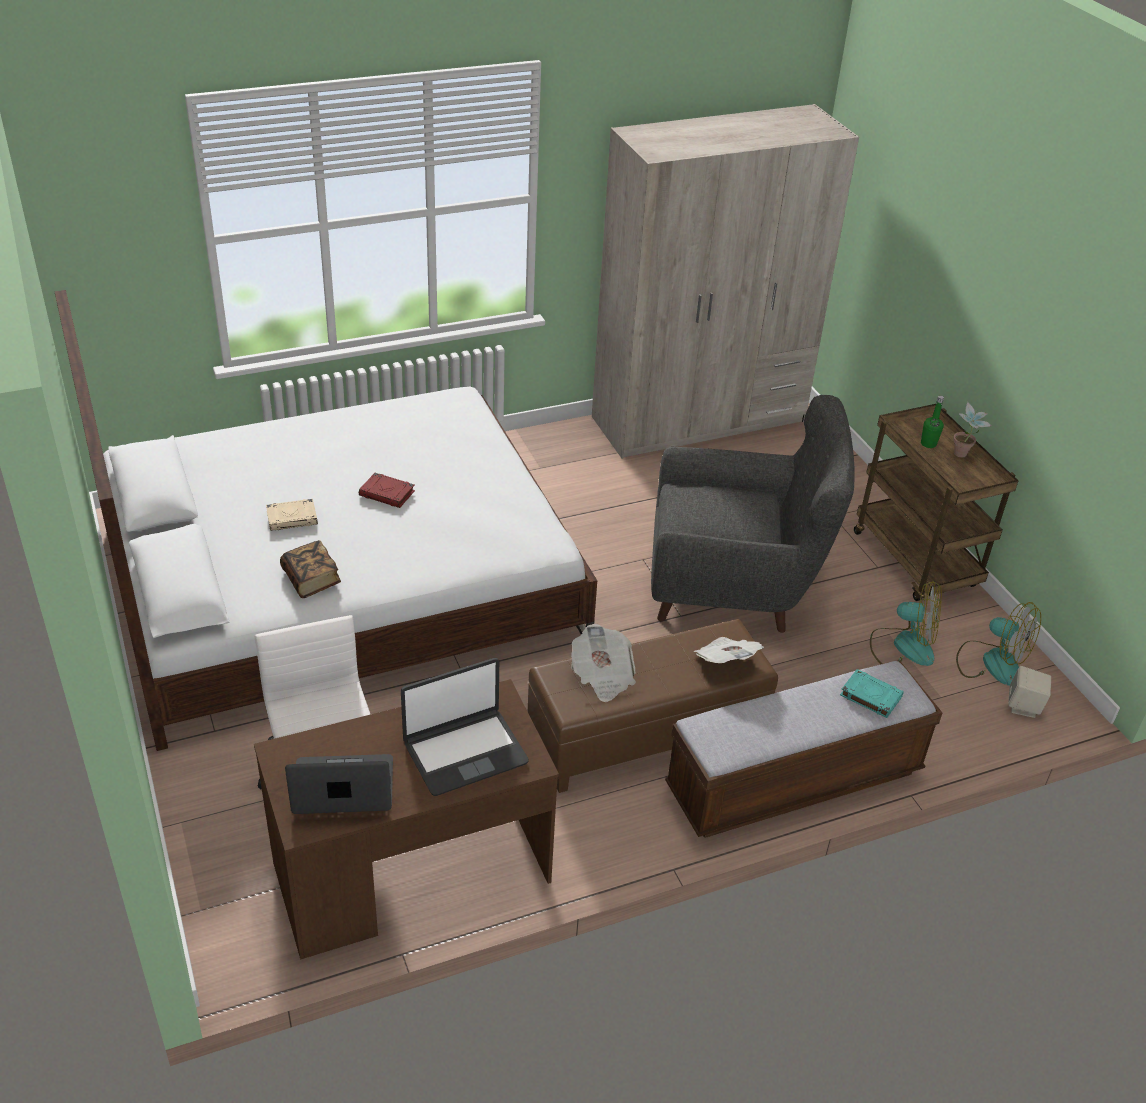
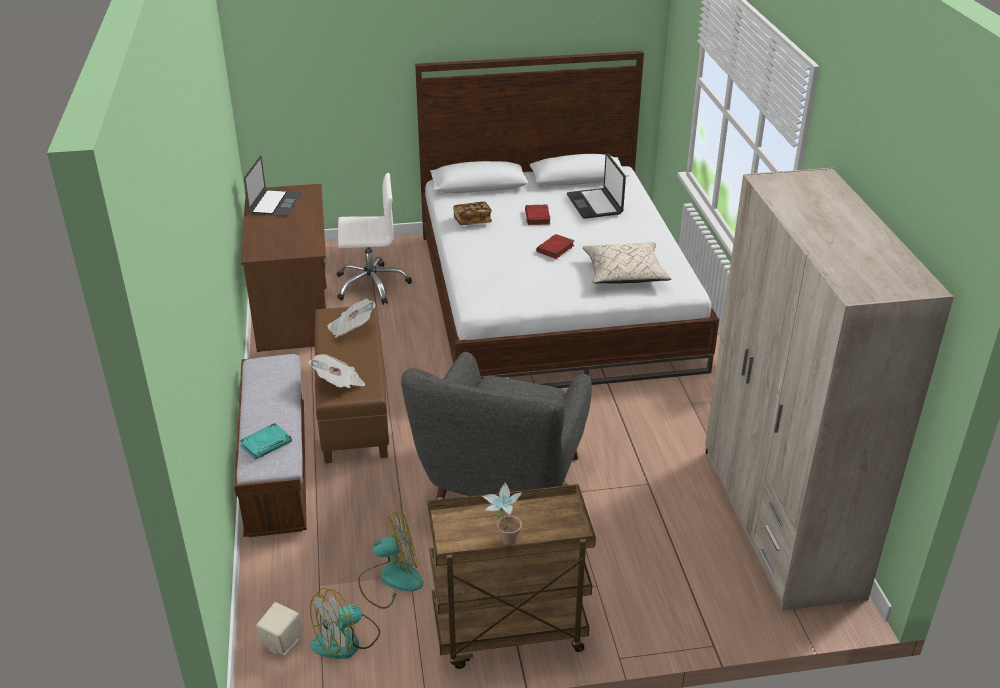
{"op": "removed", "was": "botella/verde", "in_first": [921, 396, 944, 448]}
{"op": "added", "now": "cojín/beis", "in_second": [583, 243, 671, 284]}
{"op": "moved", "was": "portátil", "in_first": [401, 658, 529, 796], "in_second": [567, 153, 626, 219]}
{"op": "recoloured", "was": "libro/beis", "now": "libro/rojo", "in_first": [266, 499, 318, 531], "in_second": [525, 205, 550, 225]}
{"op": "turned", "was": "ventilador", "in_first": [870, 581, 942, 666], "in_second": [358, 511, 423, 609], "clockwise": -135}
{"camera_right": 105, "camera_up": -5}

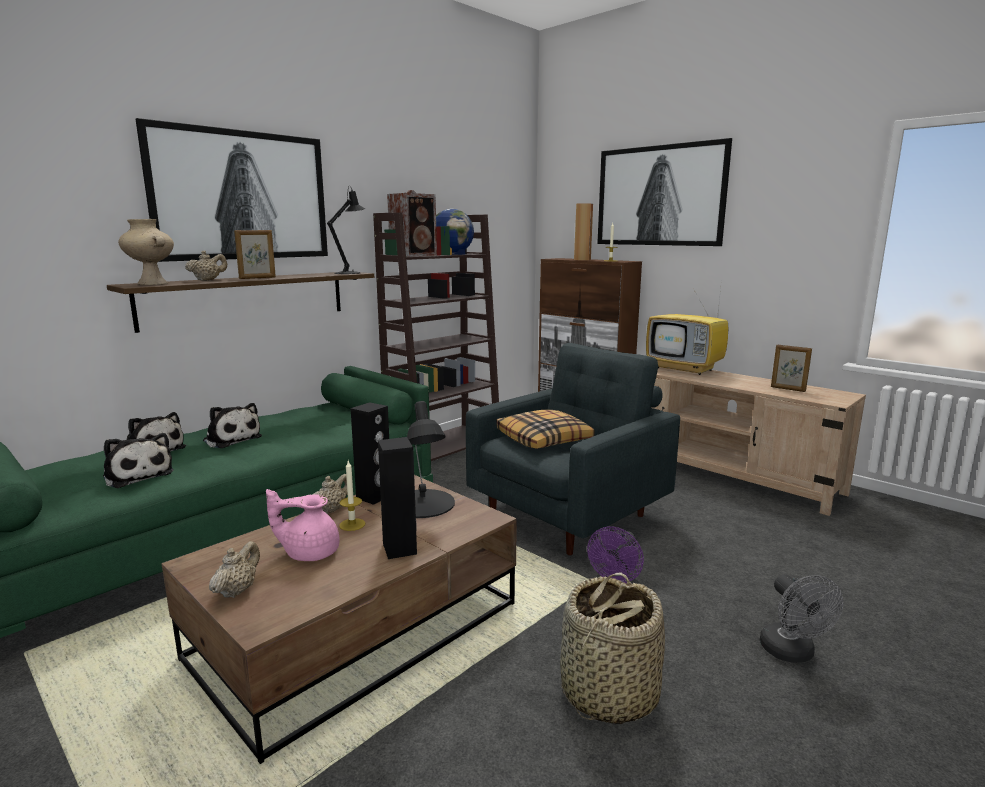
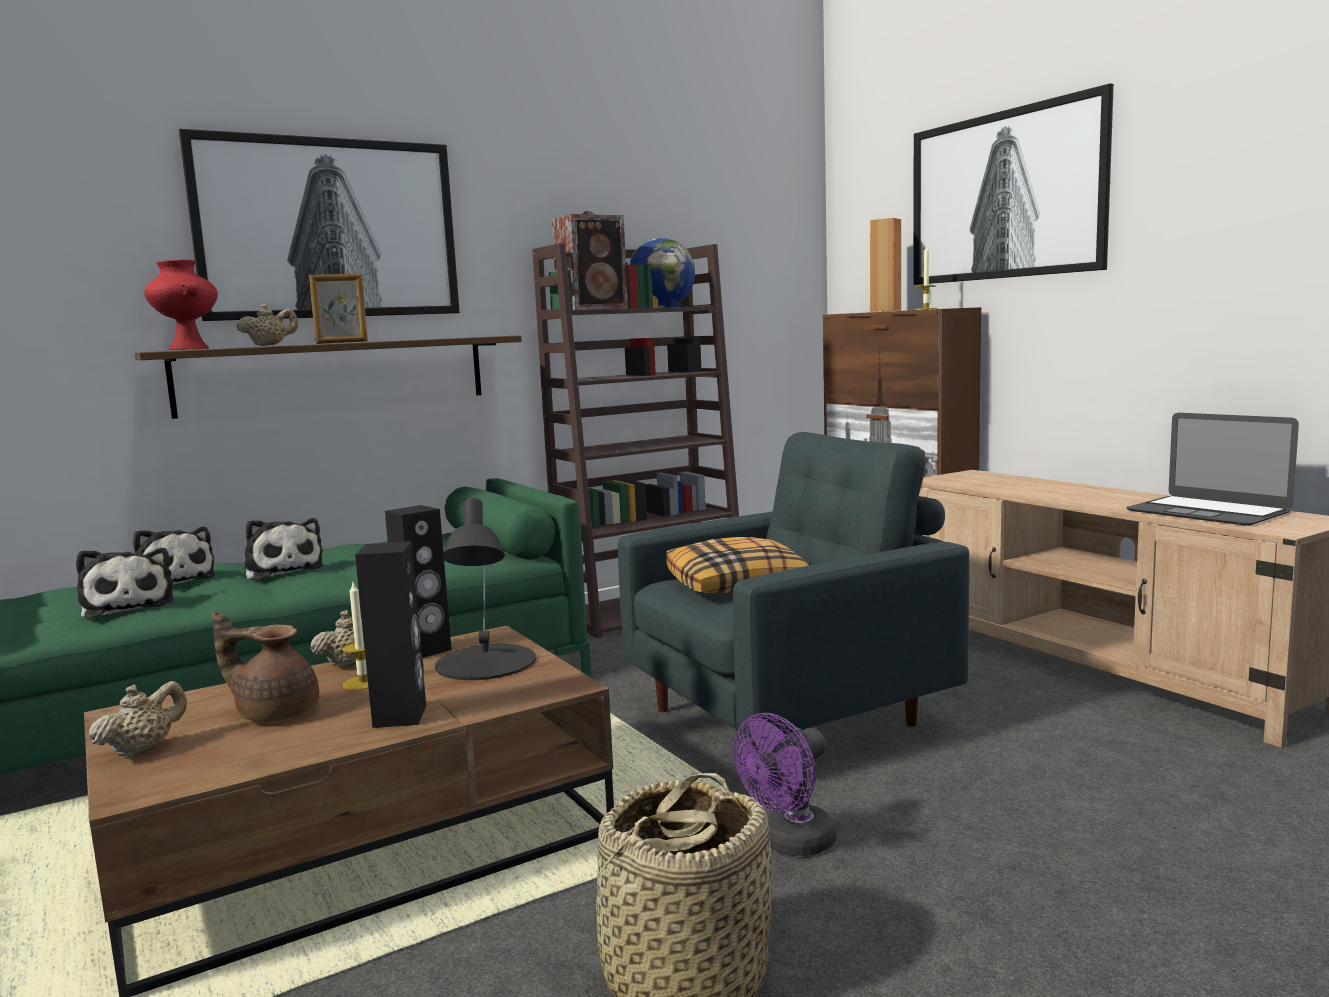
{"op": "removed", "was": "lámpara de mesa/negro", "in_first": [327, 186, 365, 274]}
{"op": "removed", "was": "televisor", "in_first": [646, 288, 728, 375]}
{"op": "removed", "was": "ventilador/gris", "in_first": [760, 574, 843, 663]}
{"op": "replaced", "was": "portarretratos", "now": "portátil", "in_first": [771, 345, 812, 392], "in_second": [1126, 413, 1299, 526]}
{"op": "recoloured", "was": "florero/beis", "now": "florero/rojo", "in_first": [118, 219, 174, 285], "in_second": [144, 260, 218, 350]}
{"op": "recoloured", "was": "tetera/rosa", "now": "tetera/marrón", "in_first": [266, 489, 340, 561], "in_second": [212, 611, 319, 722]}
{"camera_right": 15, "camera_up": -5}

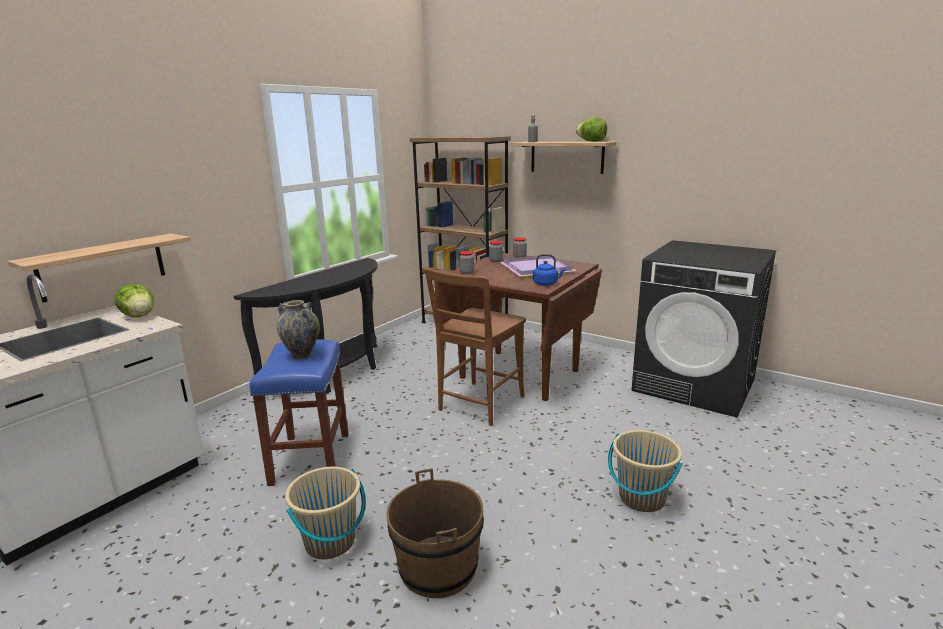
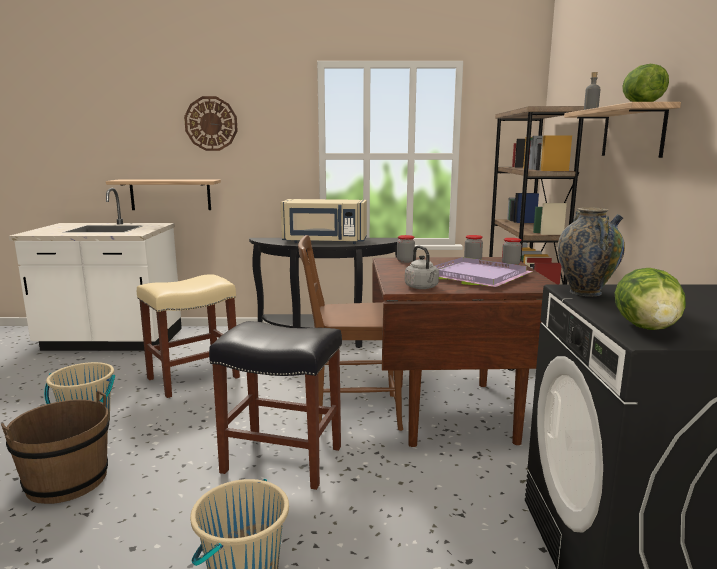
{"op": "added", "now": "reloj de pared", "in_second": [184, 96, 238, 151]}
{"op": "added", "now": "taburete/negro", "in_second": [209, 321, 342, 490]}
{"op": "added", "now": "microondas/beis", "in_second": [281, 199, 367, 244]}
{"op": "moved", "was": "lechuga", "in_first": [115, 284, 154, 317], "in_second": [615, 268, 686, 330]}
{"op": "moved", "was": "florero", "in_first": [277, 300, 320, 359], "in_second": [557, 207, 625, 296]}
{"op": "recoloured", "was": "taburete/azul", "now": "taburete/beis", "in_first": [250, 339, 348, 486], "in_second": [137, 274, 240, 398]}
{"op": "recoloured", "was": "hervidor/azul", "now": "hervidor/gris", "in_first": [533, 254, 566, 286], "in_second": [405, 245, 439, 289]}
{"camera_right": 55, "camera_up": -5}

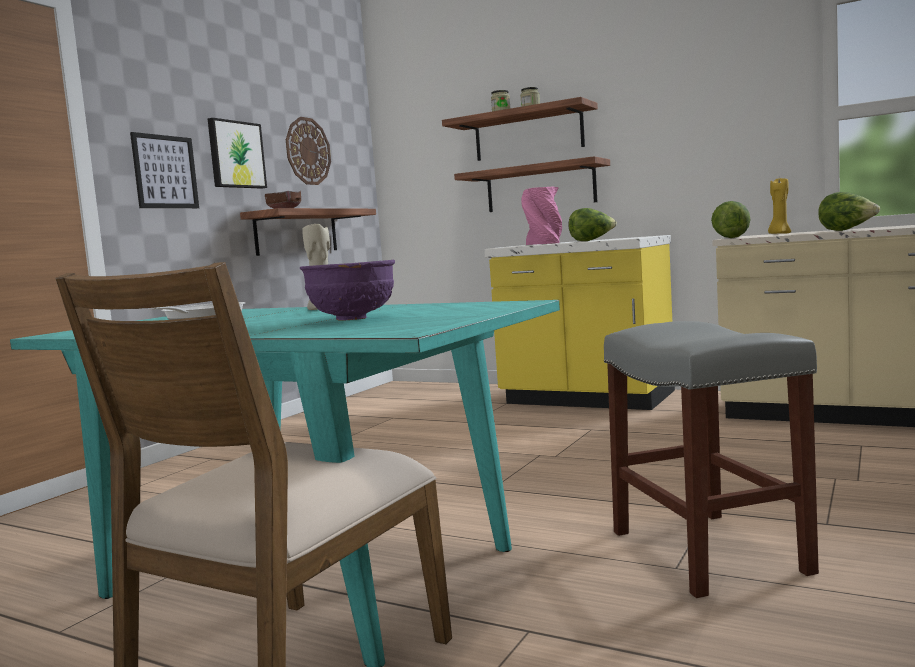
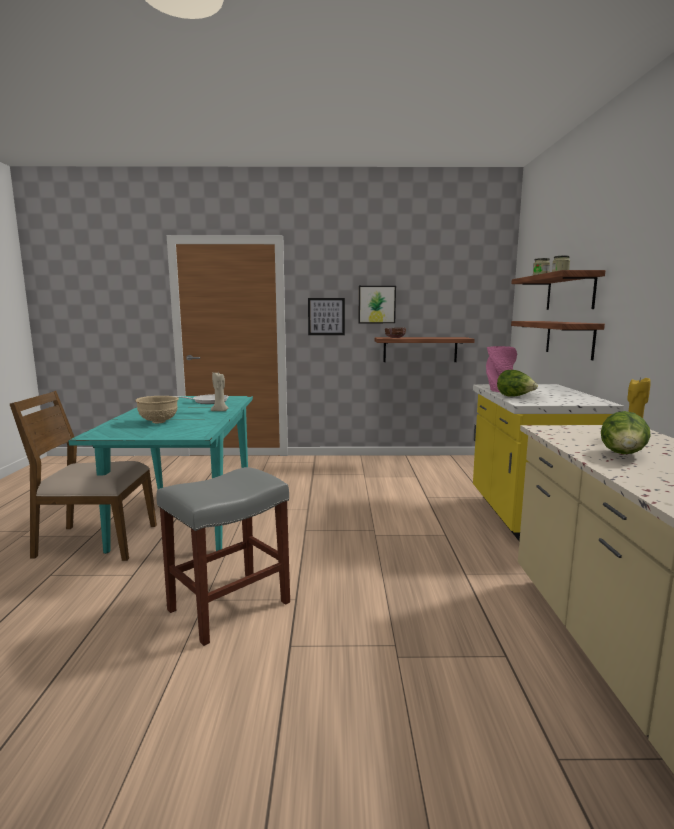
{"op": "removed", "was": "reloj de pared", "in_first": [286, 117, 331, 185]}
{"op": "removed", "was": "lechuga", "in_first": [711, 201, 751, 238]}
{"op": "recoloured", "was": "cuenco/morado", "now": "cuenco/beis", "in_first": [300, 259, 395, 321], "in_second": [135, 396, 179, 424]}
{"camera_right": 60, "camera_up": 5}

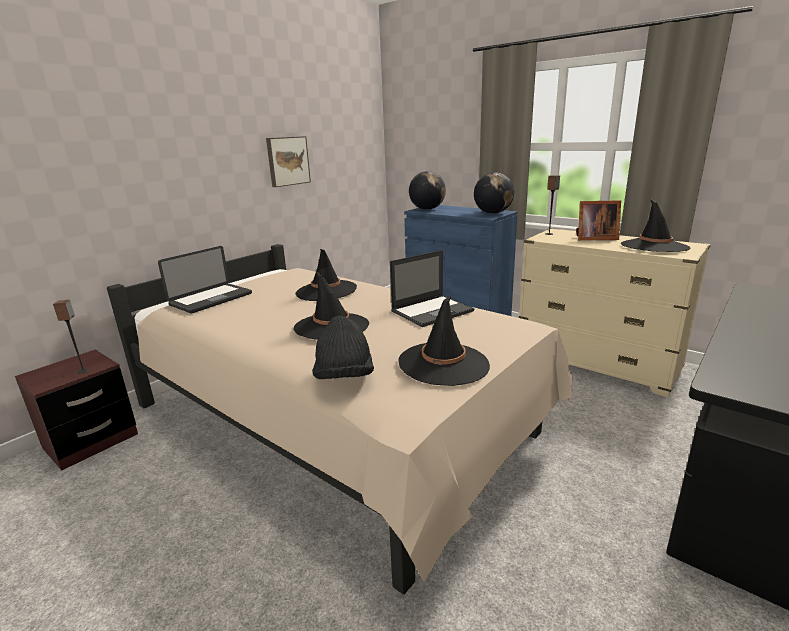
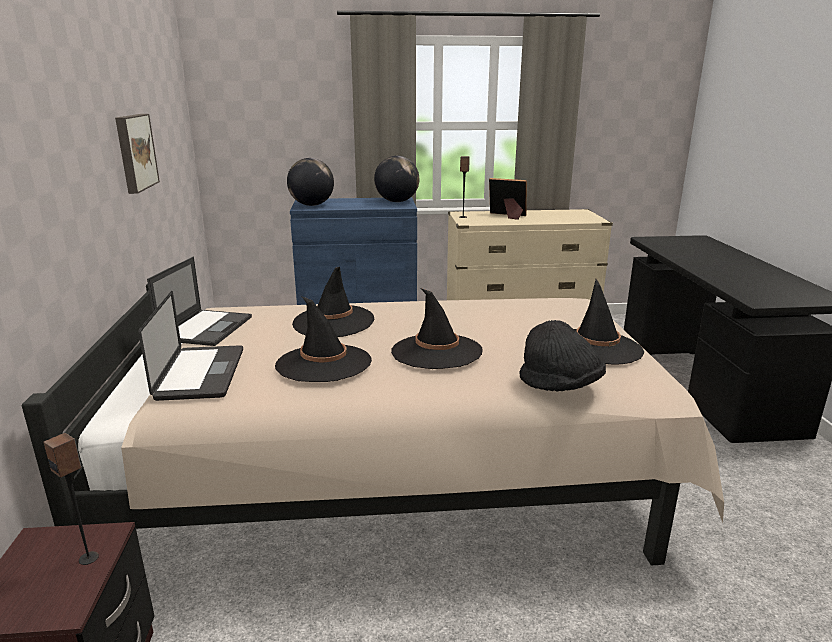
{"op": "moved", "was": "portátil", "in_first": [390, 250, 474, 327], "in_second": [147, 257, 252, 346]}
{"op": "moved", "was": "sombrero/negro", "in_first": [621, 199, 690, 252], "in_second": [275, 296, 372, 382]}
{"op": "turned", "was": "portarretratos", "in_first": [576, 200, 621, 240], "in_second": [489, 178, 527, 220], "clockwise": -120}
{"camera_right": -45, "camera_up": 0}

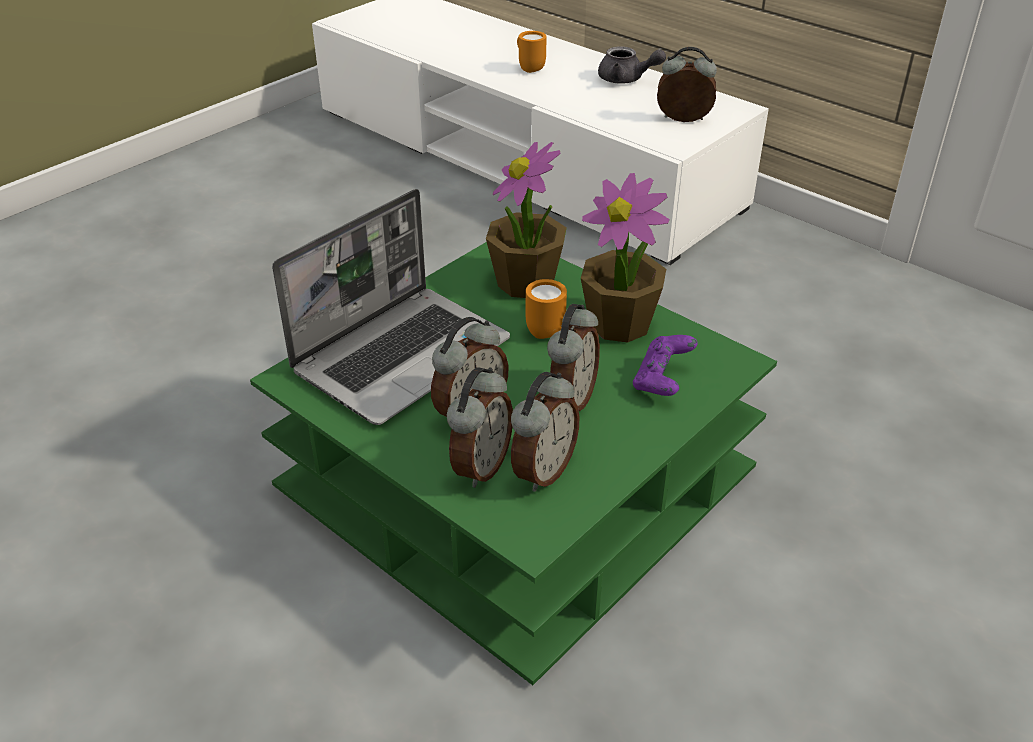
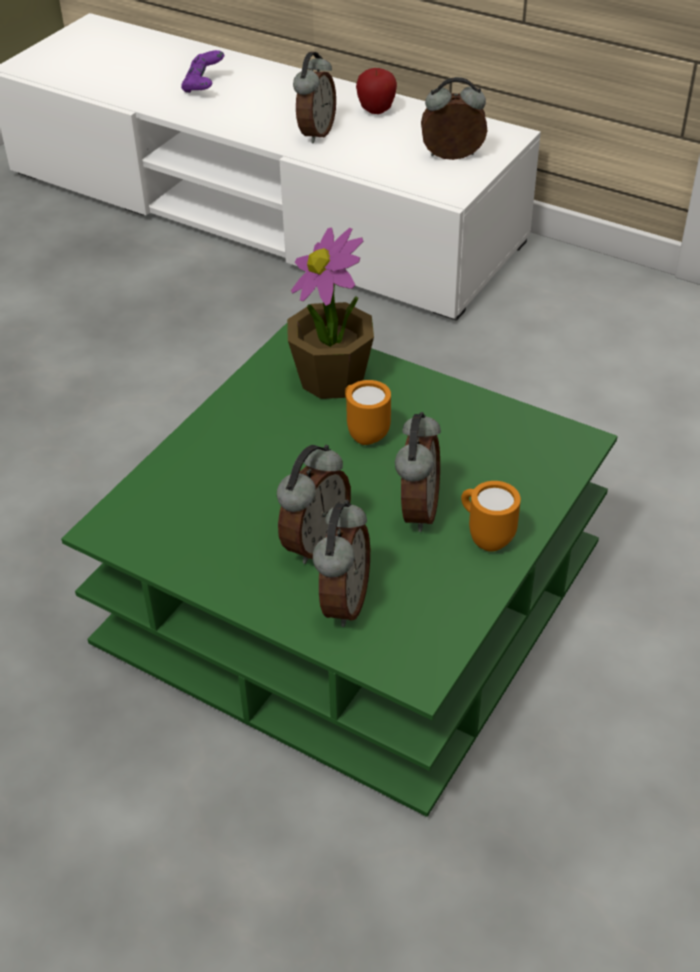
{"op": "removed", "was": "portátil", "in_first": [272, 189, 510, 425]}
{"op": "removed", "was": "planta en maceta", "in_first": [581, 173, 670, 343]}
{"op": "moved", "was": "despertador", "in_first": [511, 372, 580, 492], "in_second": [293, 52, 336, 144]}
{"op": "moved", "was": "taza grande/naranja", "in_first": [517, 31, 547, 73], "in_second": [461, 481, 521, 552]}
{"op": "moved", "was": "mando de consola/morado", "in_first": [633, 335, 698, 396], "in_second": [181, 50, 225, 93]}
{"op": "replaced", "was": "tetera/gris", "now": "manzana", "in_first": [598, 46, 666, 84], "in_second": [356, 68, 397, 114]}
{"camera_right": -10, "camera_up": 5}

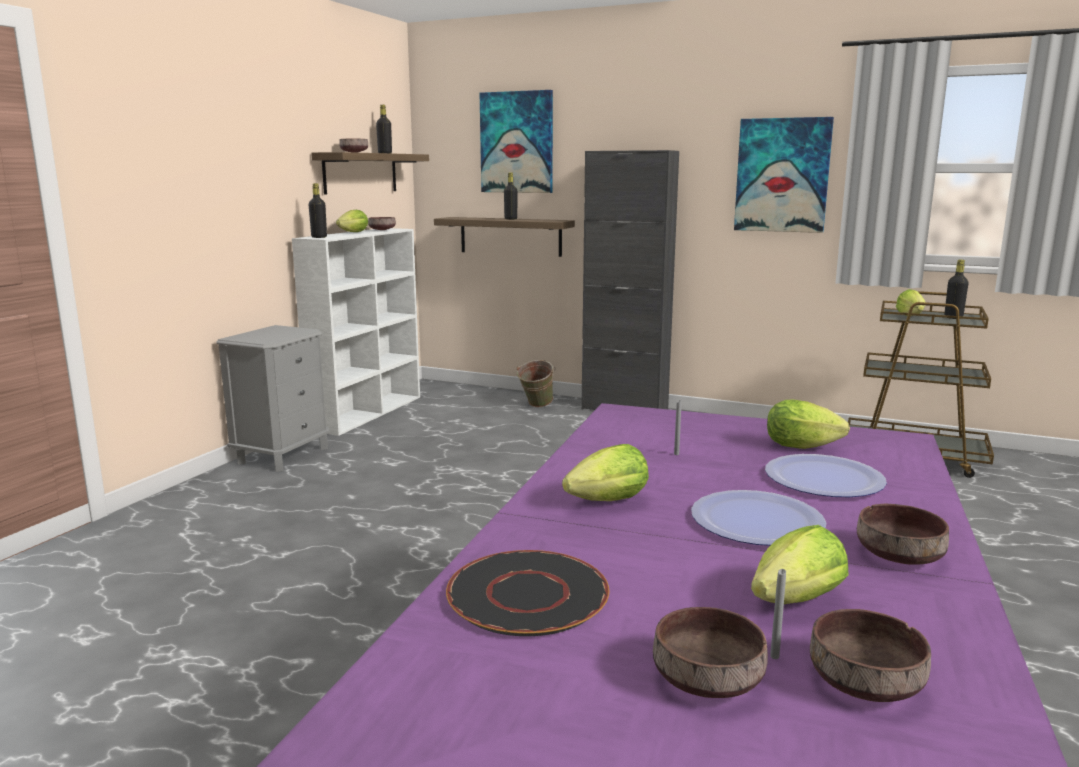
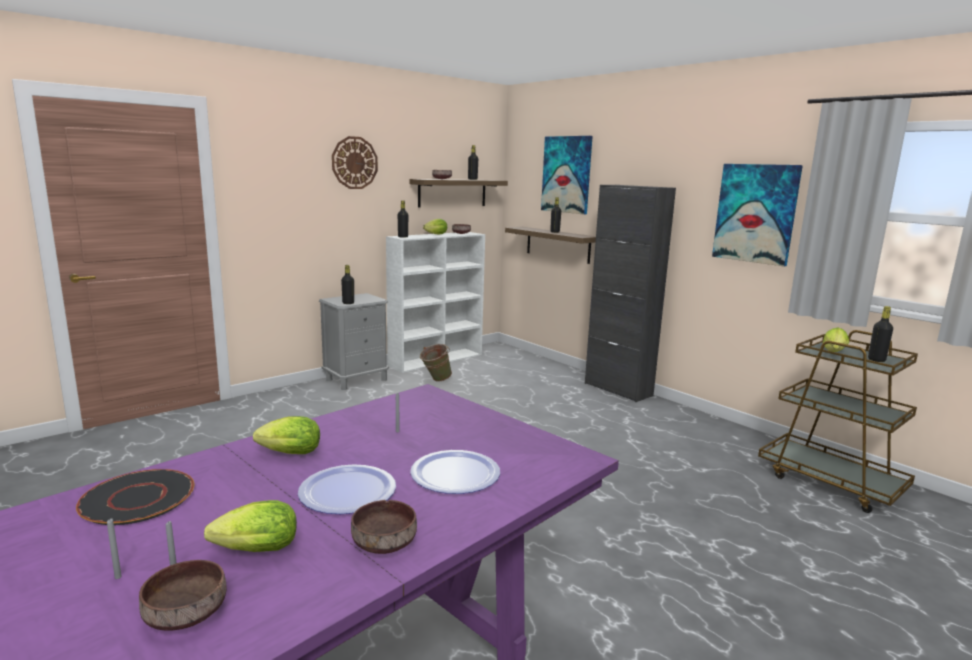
{"op": "removed", "was": "lechuga", "in_first": [767, 399, 850, 449]}
{"op": "added", "now": "reloj de pared", "in_second": [332, 136, 378, 189]}
{"op": "added", "now": "botella/negro", "in_second": [341, 265, 354, 304]}
{"op": "moved", "was": "cubo/verde", "in_first": [517, 360, 555, 407], "in_second": [420, 344, 452, 382]}
{"op": "replaced", "was": "cuenco/marrón", "now": "vela/gris", "in_first": [653, 607, 768, 698], "in_second": [107, 518, 122, 579]}
{"camera_right": 25, "camera_up": 0}

